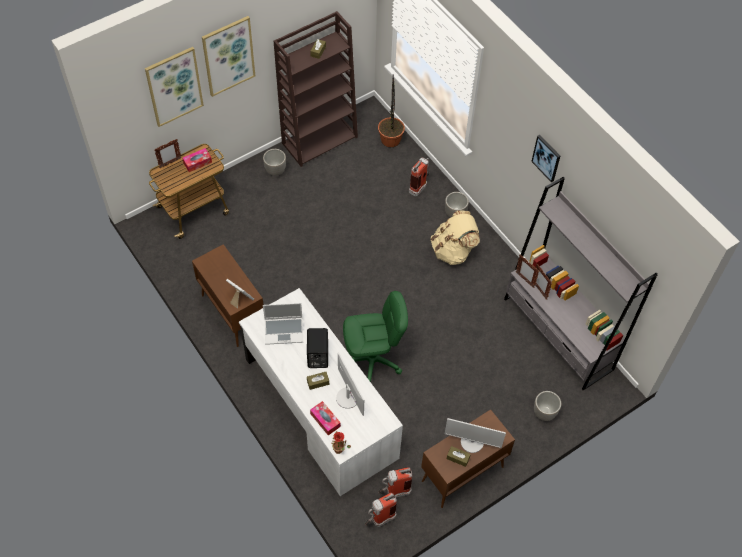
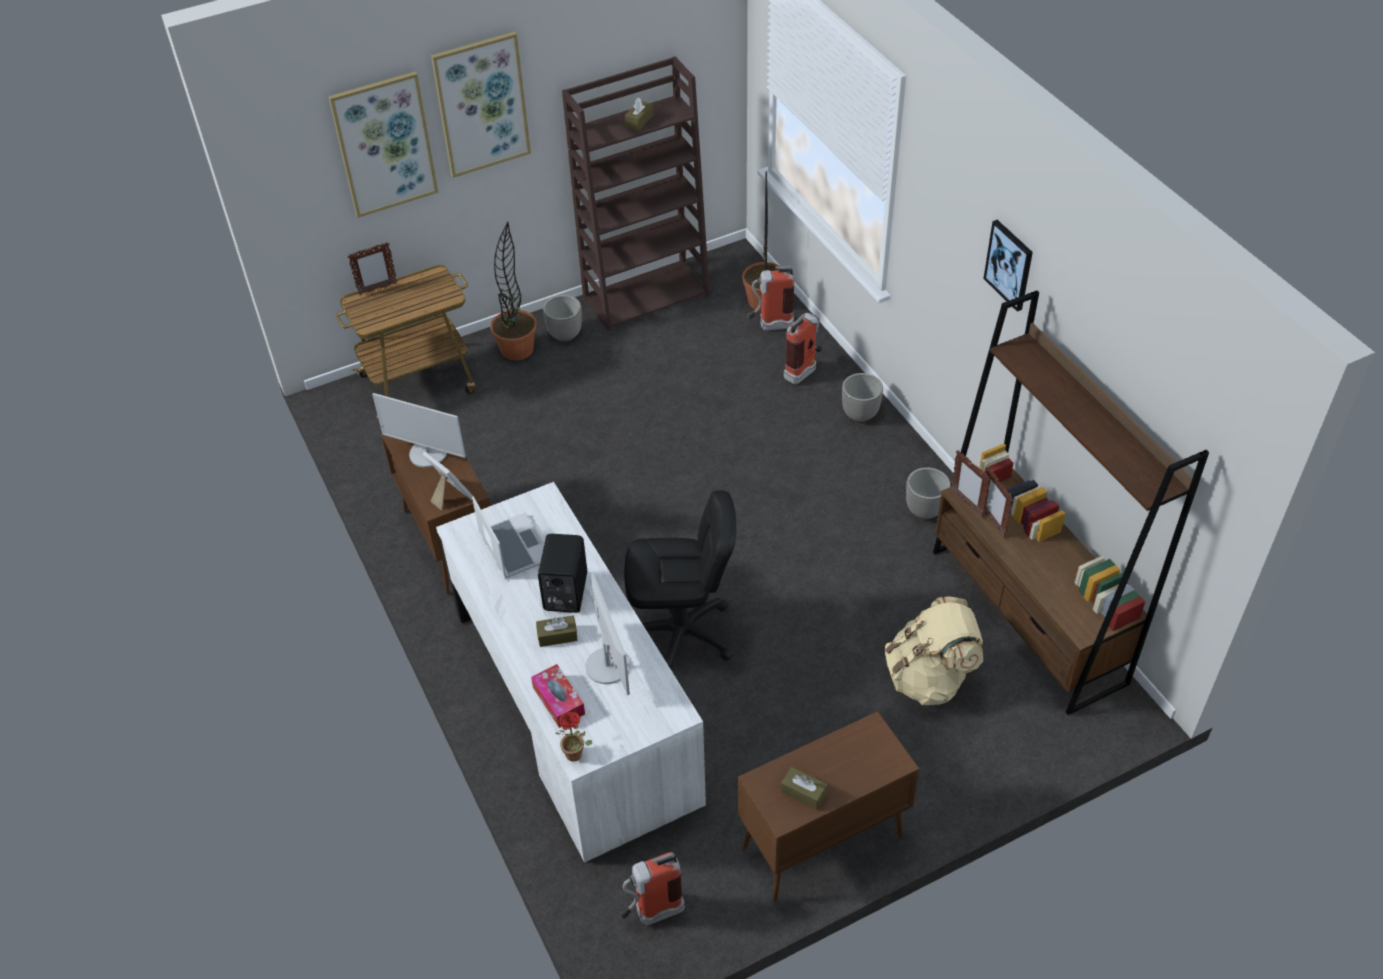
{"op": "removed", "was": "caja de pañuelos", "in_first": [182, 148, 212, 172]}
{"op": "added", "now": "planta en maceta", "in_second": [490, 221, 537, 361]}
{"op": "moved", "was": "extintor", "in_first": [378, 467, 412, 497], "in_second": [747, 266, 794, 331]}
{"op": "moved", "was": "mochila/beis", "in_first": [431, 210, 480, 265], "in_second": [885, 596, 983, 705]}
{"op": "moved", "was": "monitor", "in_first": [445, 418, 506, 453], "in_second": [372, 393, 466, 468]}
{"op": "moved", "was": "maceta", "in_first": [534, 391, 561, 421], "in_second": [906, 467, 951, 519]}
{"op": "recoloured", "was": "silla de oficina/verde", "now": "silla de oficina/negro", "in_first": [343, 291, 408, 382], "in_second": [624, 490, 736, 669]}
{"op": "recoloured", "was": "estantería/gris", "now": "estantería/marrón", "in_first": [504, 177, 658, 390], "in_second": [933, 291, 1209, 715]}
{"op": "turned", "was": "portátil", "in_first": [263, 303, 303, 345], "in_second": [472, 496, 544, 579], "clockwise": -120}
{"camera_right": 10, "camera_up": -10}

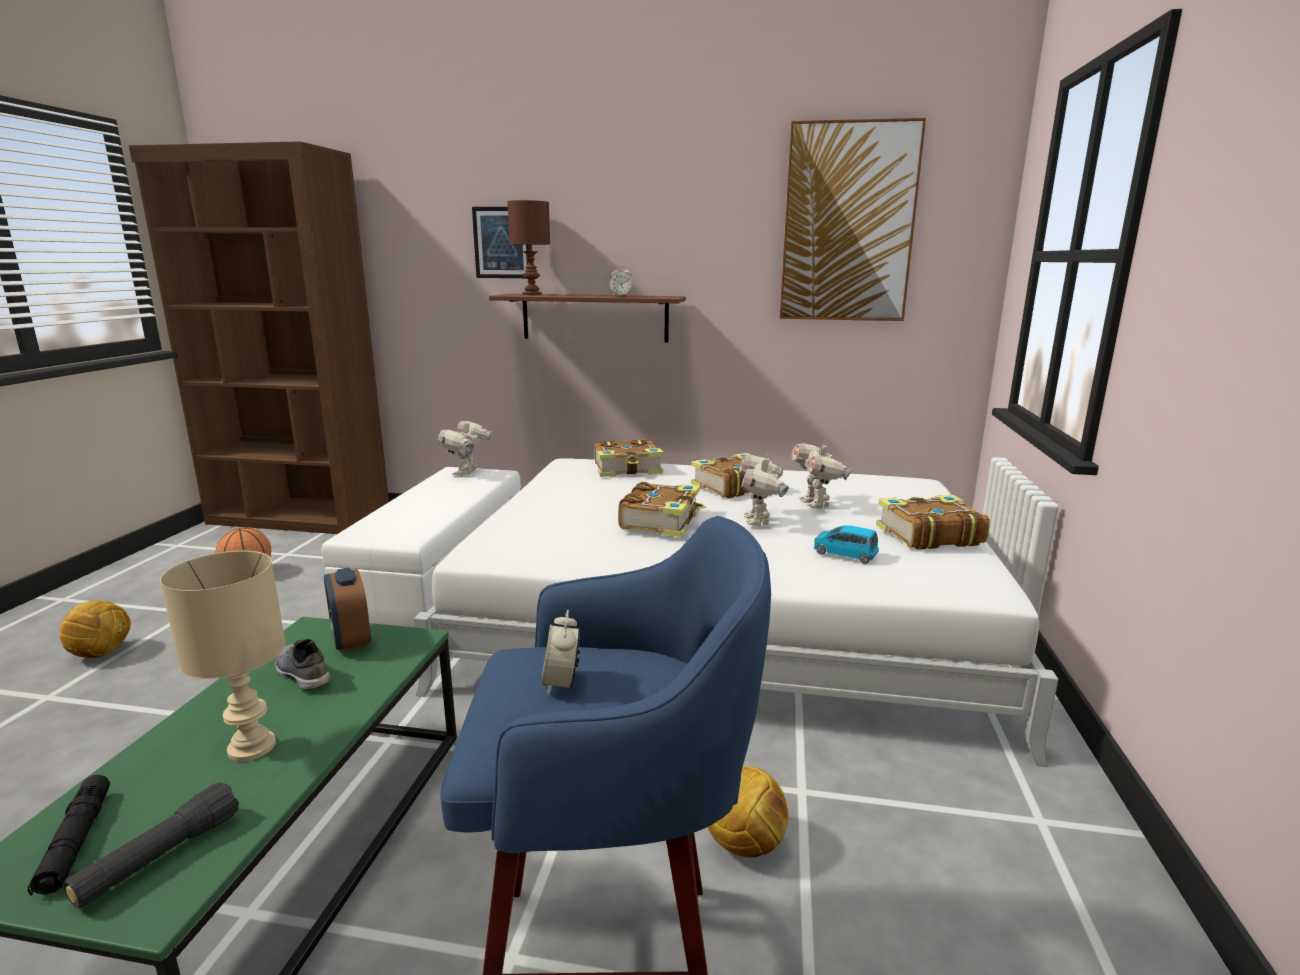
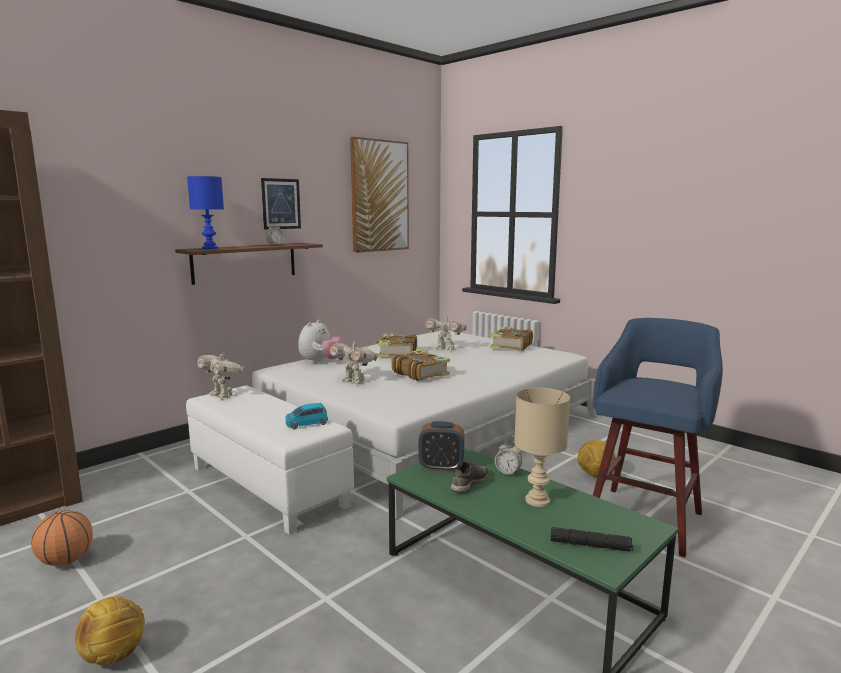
{"op": "removed", "was": "linterna/negro", "in_first": [63, 782, 239, 909]}
{"op": "moved", "was": "cuadro", "in_first": [472, 207, 528, 278], "in_second": [261, 178, 301, 230]}
{"op": "moved", "was": "despertador", "in_first": [541, 610, 580, 695], "in_second": [495, 441, 522, 476]}
{"op": "moved", "was": "robot de juguete", "in_first": [740, 452, 789, 526], "in_second": [329, 337, 378, 384]}
{"op": "moved", "was": "coche de juguete/azul", "in_first": [814, 525, 879, 564], "in_second": [285, 403, 328, 429]}
{"op": "replaced", "was": "libro", "now": "peluche", "in_first": [595, 439, 663, 477], "in_second": [298, 320, 343, 364]}
{"op": "recoloured", "was": "lámpara de mesa/marrón", "now": "lámpara de mesa/azul", "in_first": [507, 200, 550, 295], "in_second": [187, 176, 224, 249]}
{"op": "turned", "was": "zapato/gris", "in_first": [275, 639, 331, 690], "in_second": [451, 461, 489, 493], "clockwise": 135}
{"camera_right": -55, "camera_up": -5}

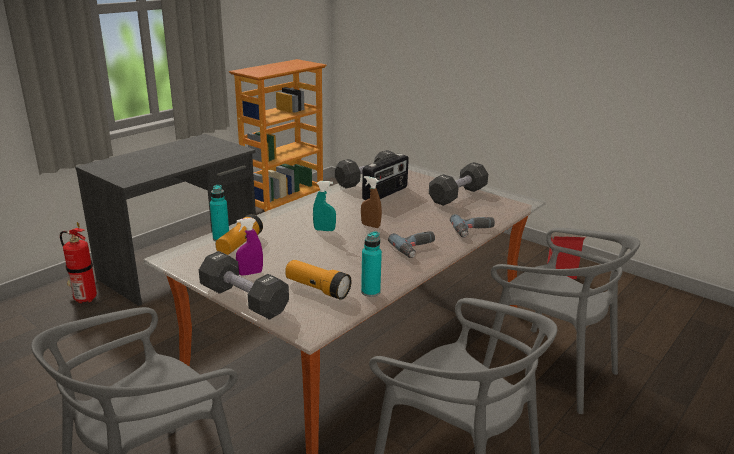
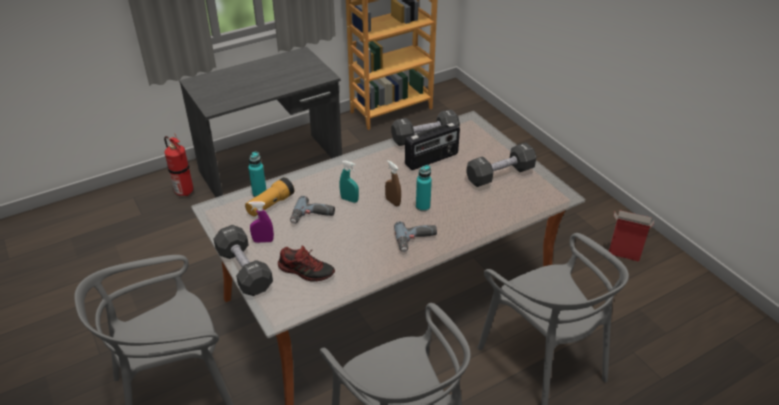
{"op": "moved", "was": "botella/turquesa", "in_first": [361, 231, 382, 297], "in_second": [416, 165, 432, 211]}
{"op": "moved", "was": "taladro", "in_first": [450, 214, 495, 238], "in_second": [290, 196, 335, 224]}
{"op": "replaced", "was": "linterna", "now": "zapato", "in_first": [285, 260, 352, 300], "in_second": [278, 246, 335, 281]}
{"camera_right": 20, "camera_up": 15}

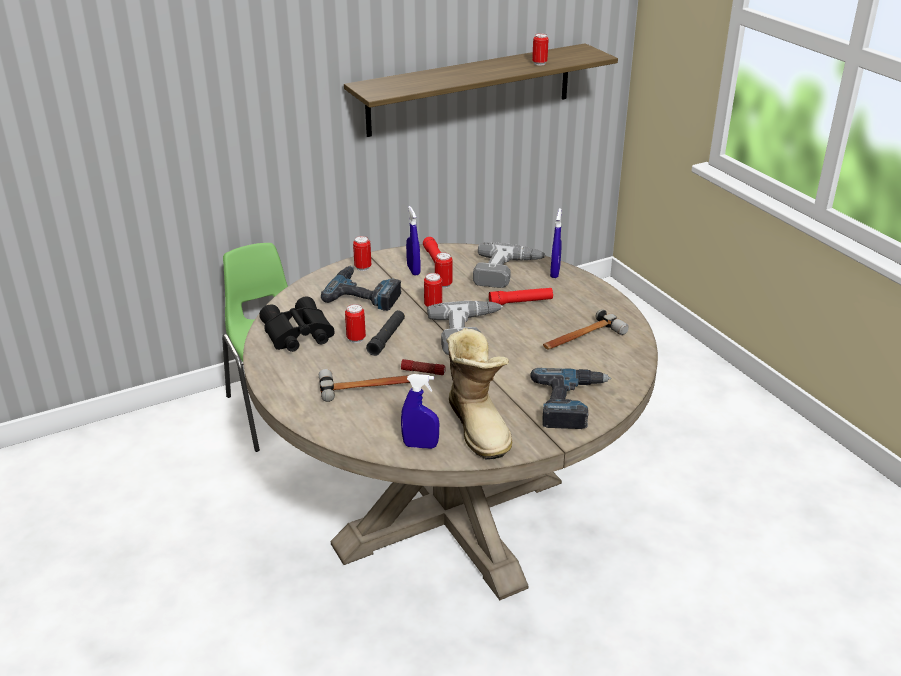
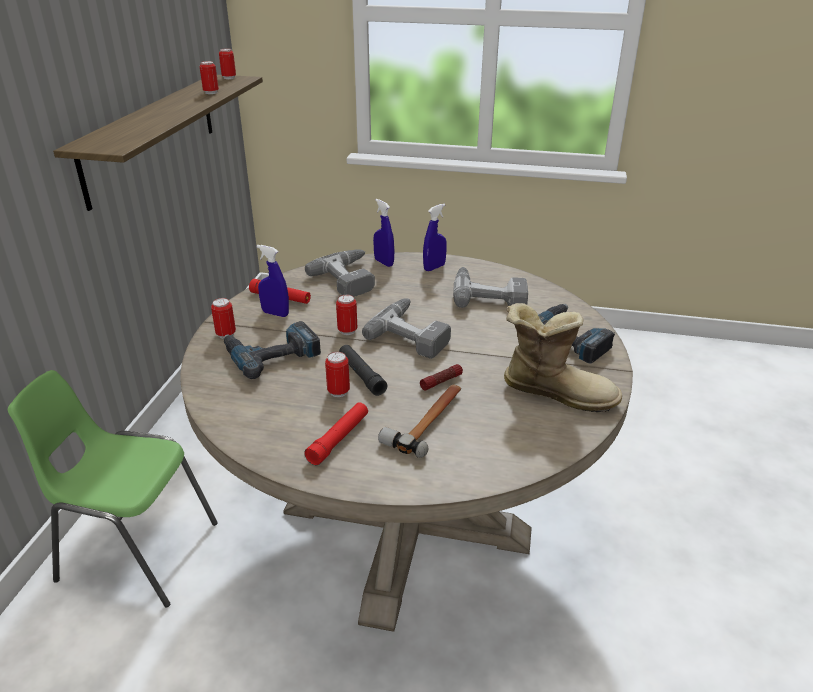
{"op": "removed", "was": "prismáticos/negro", "in_first": [259, 296, 335, 352]}
{"op": "moved", "was": "pulverizador/azul", "in_first": [401, 374, 439, 449], "in_second": [423, 204, 447, 271]}
{"op": "moved", "was": "lata", "in_first": [435, 252, 453, 288], "in_second": [219, 48, 236, 79]}
{"op": "moved", "was": "linterna/rojo", "in_first": [489, 288, 553, 305], "in_second": [304, 402, 368, 465]}
{"op": "replaced", "was": "martillo", "now": "taladro", "in_first": [543, 310, 629, 349], "in_second": [453, 267, 528, 308]}
{"camera_right": -50, "camera_up": 0}

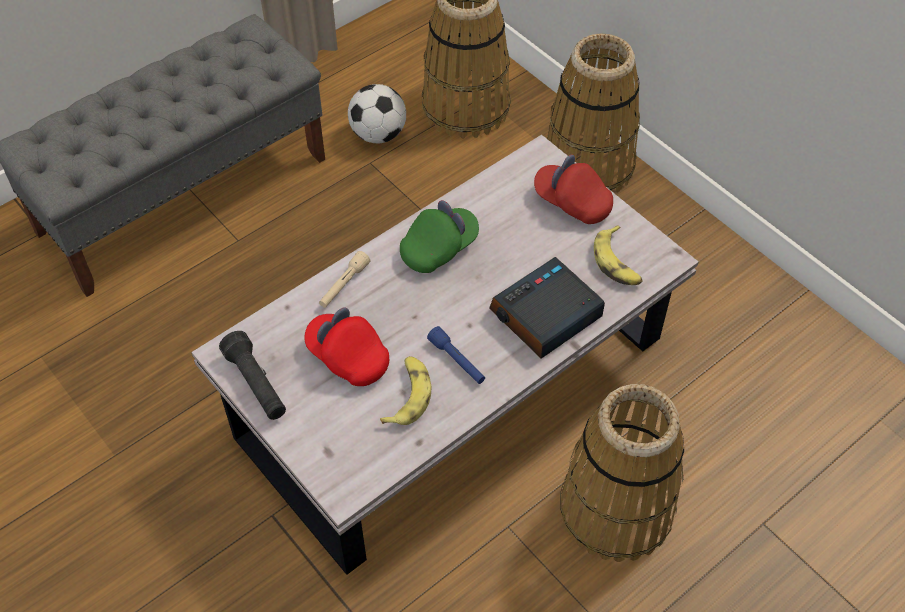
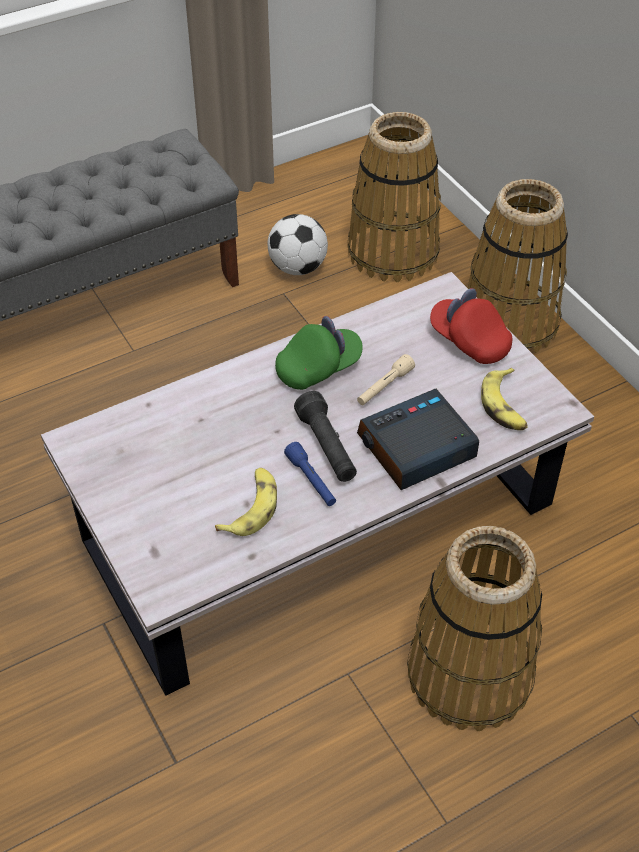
{"op": "removed", "was": "gorra/rojo", "in_first": [304, 307, 389, 386]}
{"op": "moved", "was": "linterna/negro", "in_first": [219, 331, 286, 420], "in_second": [294, 391, 357, 482]}
{"op": "moved", "was": "linterna/beis", "in_first": [319, 251, 370, 308], "in_second": [357, 354, 415, 405]}
{"camera_right": 10, "camera_up": -5}

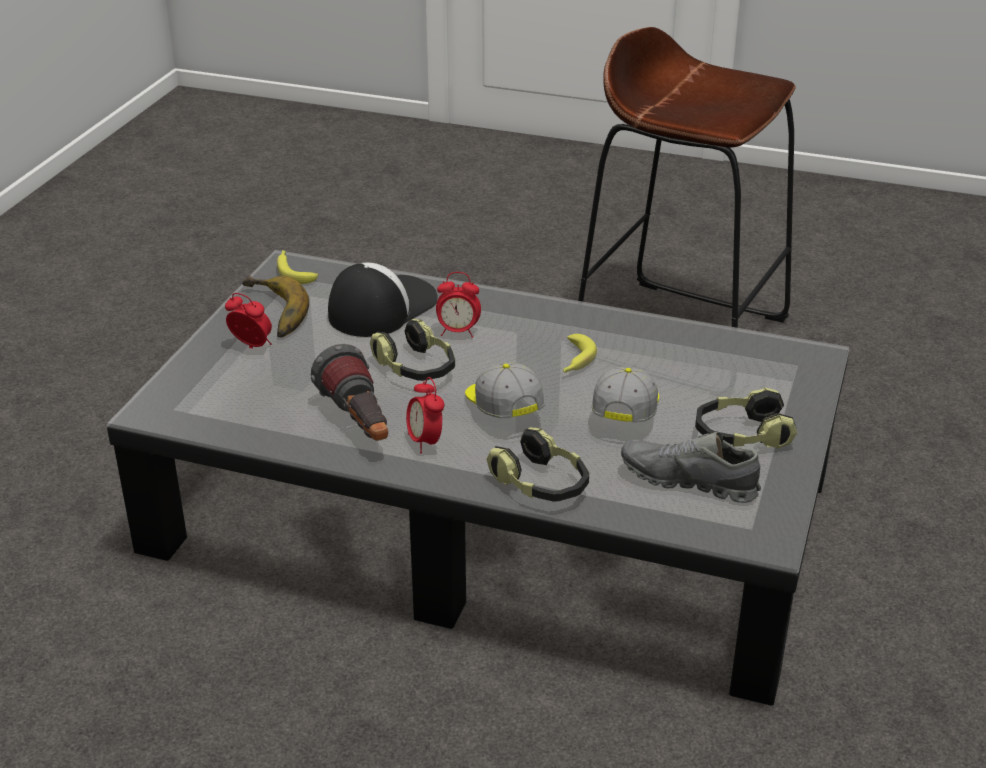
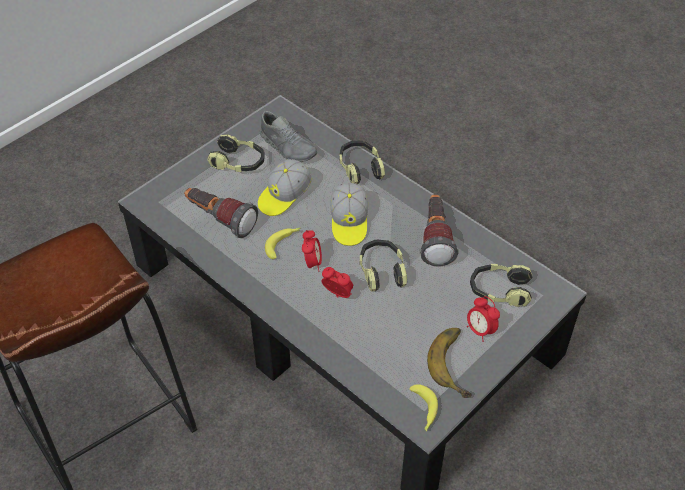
{"op": "removed", "was": "gorra", "in_first": [328, 263, 438, 337]}
{"op": "added", "now": "linterna", "in_second": [184, 188, 258, 238]}
{"op": "added", "now": "auriculares", "in_second": [470, 264, 533, 307]}
{"op": "moved", "was": "despertador", "in_first": [406, 377, 444, 453], "in_second": [302, 230, 322, 271]}
{"camera_right": -155, "camera_up": 15}

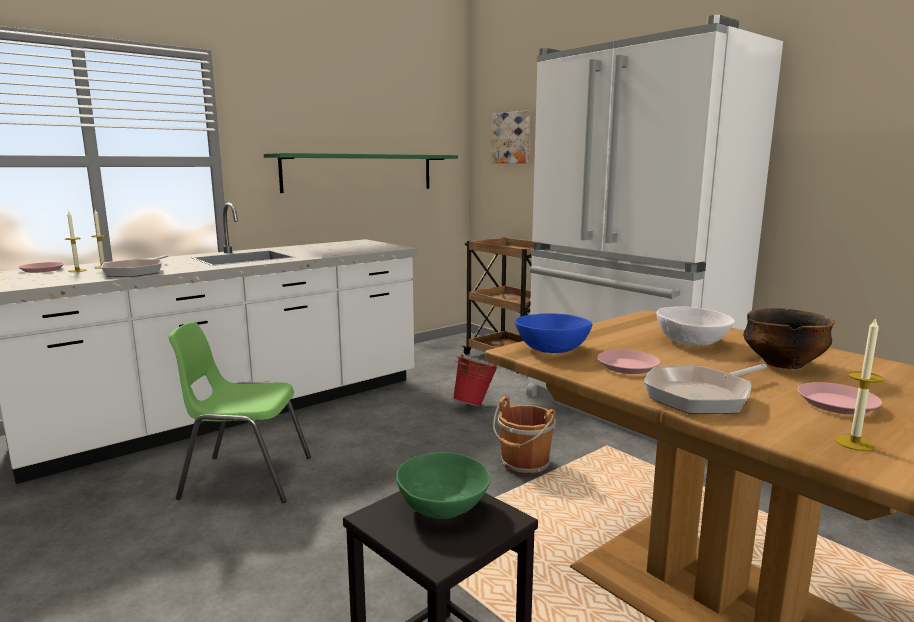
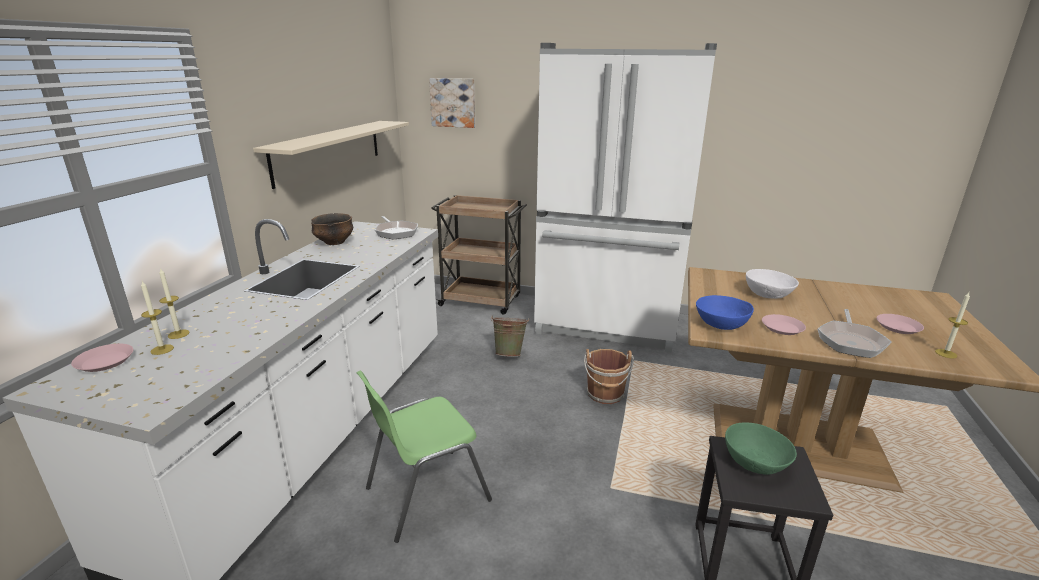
{"op": "moved", "was": "sartén", "in_first": [101, 255, 168, 277], "in_second": [375, 216, 418, 239]}
{"op": "moved", "was": "cuenco", "in_first": [743, 308, 835, 369], "in_second": [311, 213, 353, 245]}
{"op": "recoloured", "was": "estante/verde", "now": "estante/beis", "in_first": [264, 153, 458, 193], "in_second": [253, 121, 409, 189]}
{"op": "recoloured", "was": "cubo/rojo", "now": "cubo/verde", "in_first": [453, 354, 498, 406], "in_second": [491, 317, 529, 357]}
{"camera_right": -35, "camera_up": 10}

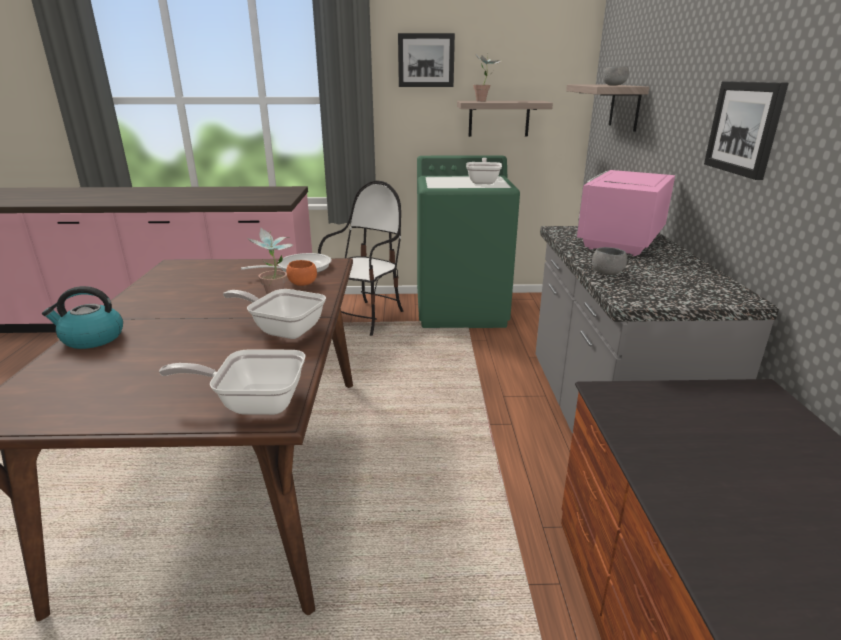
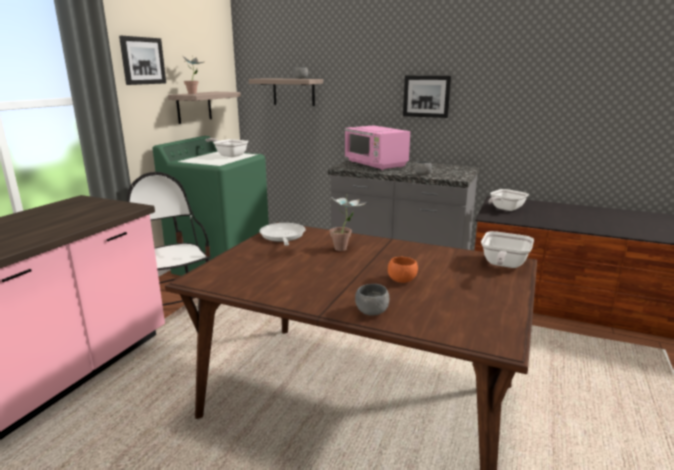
{"op": "moved", "was": "sartén", "in_first": [223, 289, 326, 339], "in_second": [488, 189, 529, 211]}
{"op": "moved", "was": "cuenco/naranja", "in_first": [286, 260, 317, 286], "in_second": [388, 257, 418, 283]}
{"op": "replaced", "was": "hervidor", "now": "cuenco/gris", "in_first": [42, 286, 123, 349], "in_second": [355, 284, 389, 316]}
{"camera_right": -65, "camera_up": -5}

